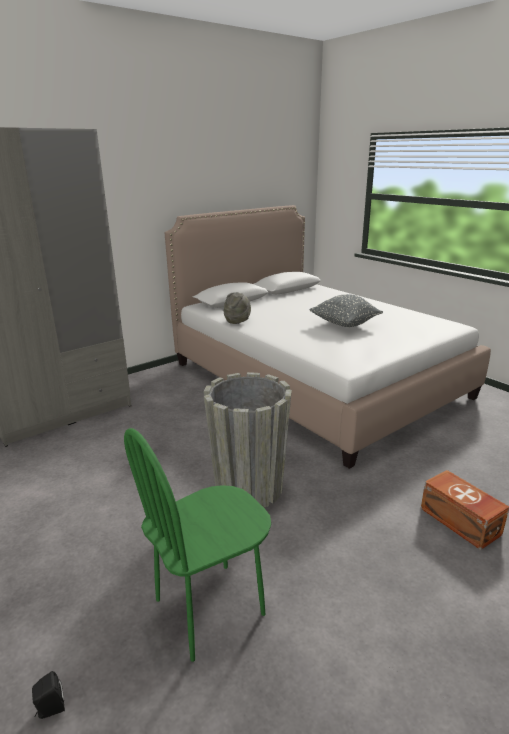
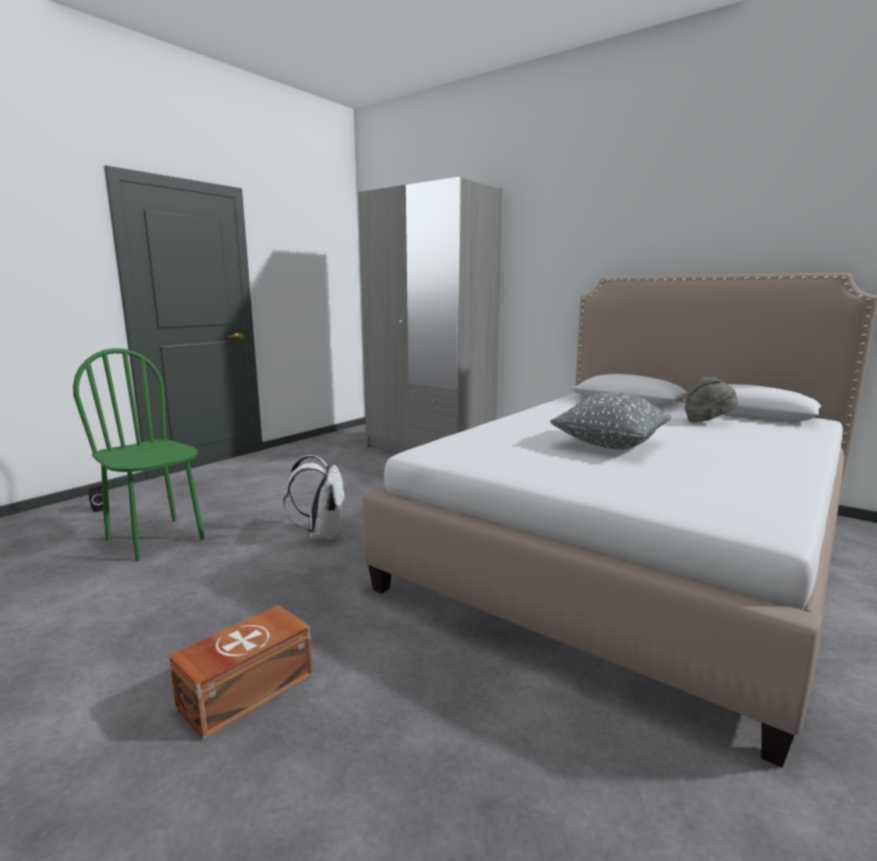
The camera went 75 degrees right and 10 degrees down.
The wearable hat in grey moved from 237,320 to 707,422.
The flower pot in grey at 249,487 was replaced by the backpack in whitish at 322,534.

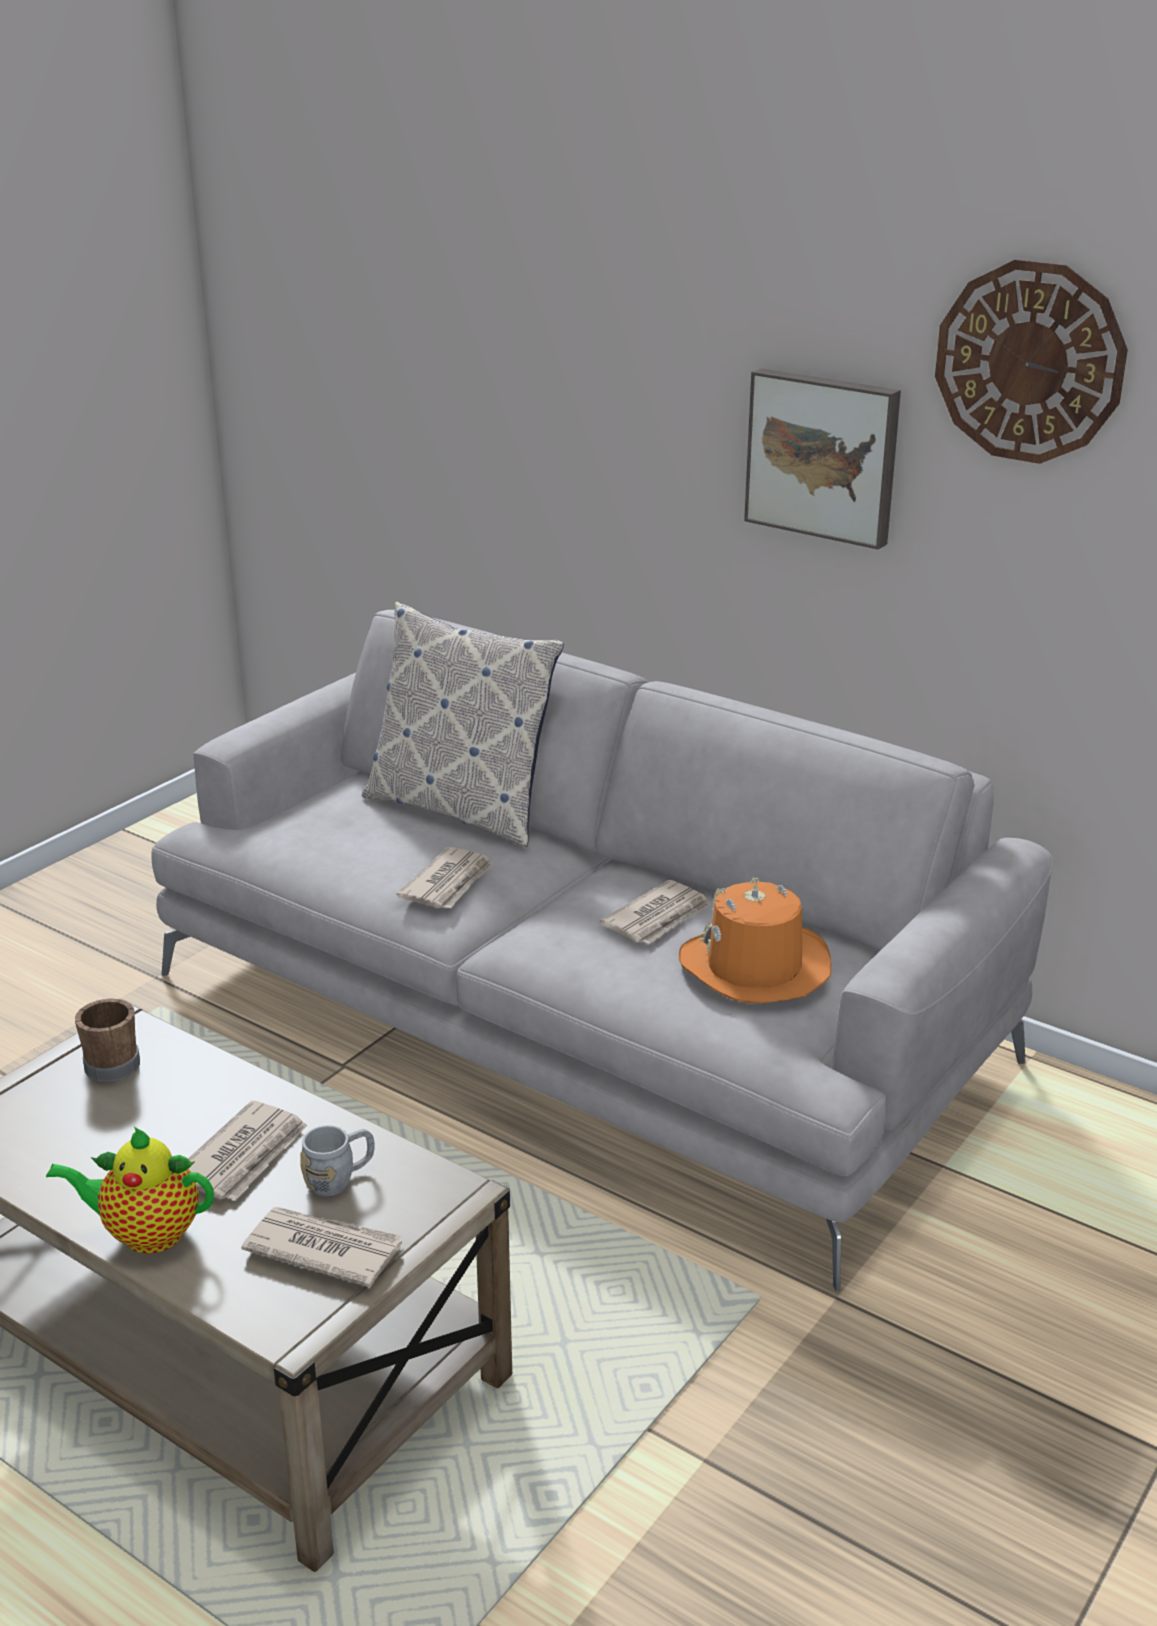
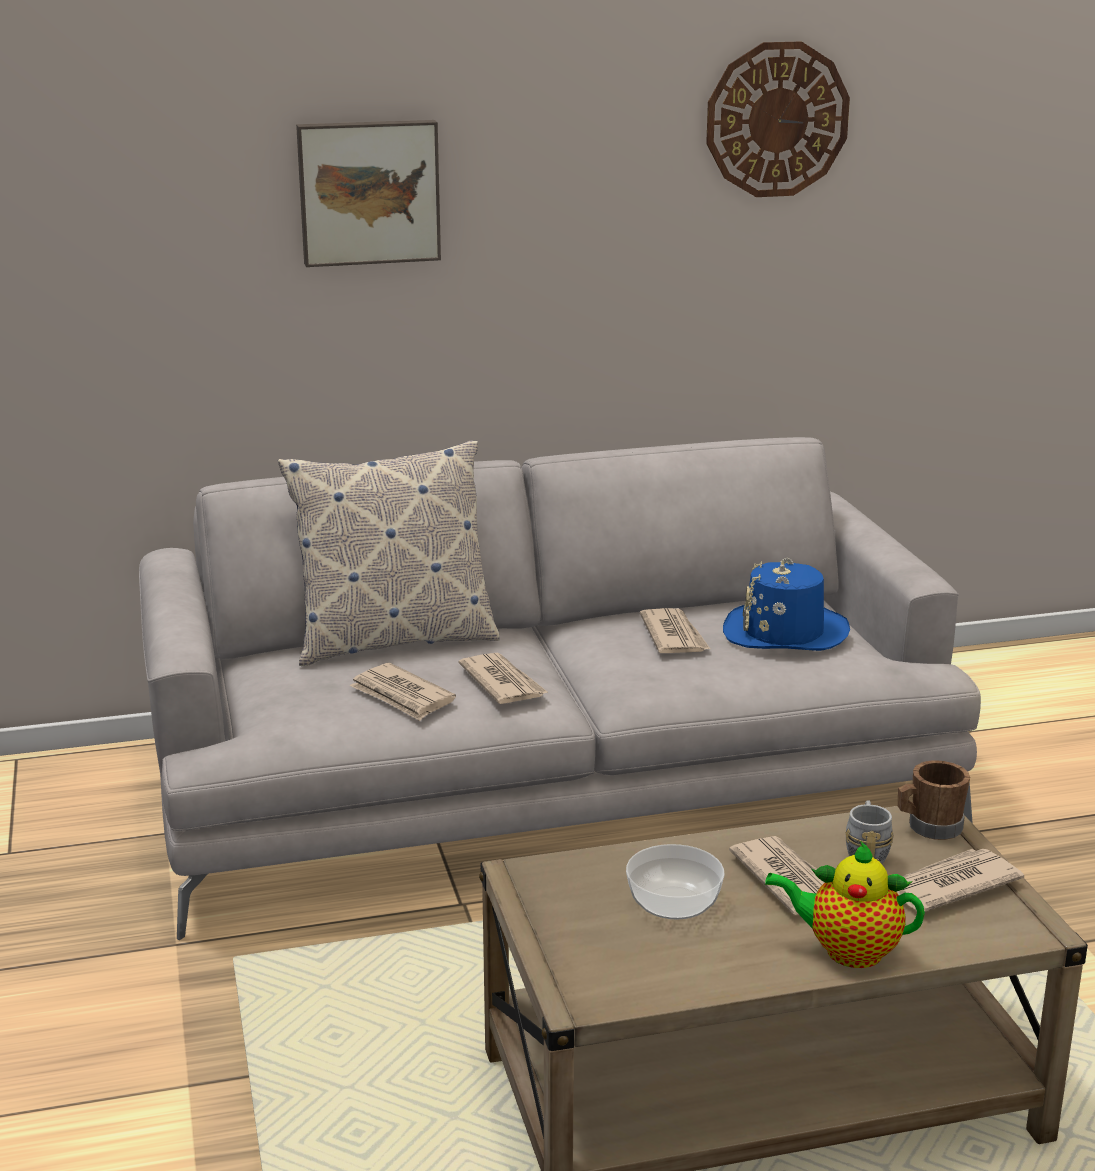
The camera went 50 degrees left and 5 degrees down.
The wall picture moved from 824,456 to 368,192.
The wearable hat in orange at 754,967 became the wearable hat in blue-coloured at 784,632.
The coffee mug in brown moved from 108,1063 to 929,827.
The pot for tea at 146,1234 turned 60 degrees clockwise.
The newspaper at 402,696 appeared.
The deep dish at 672,903 appeared.

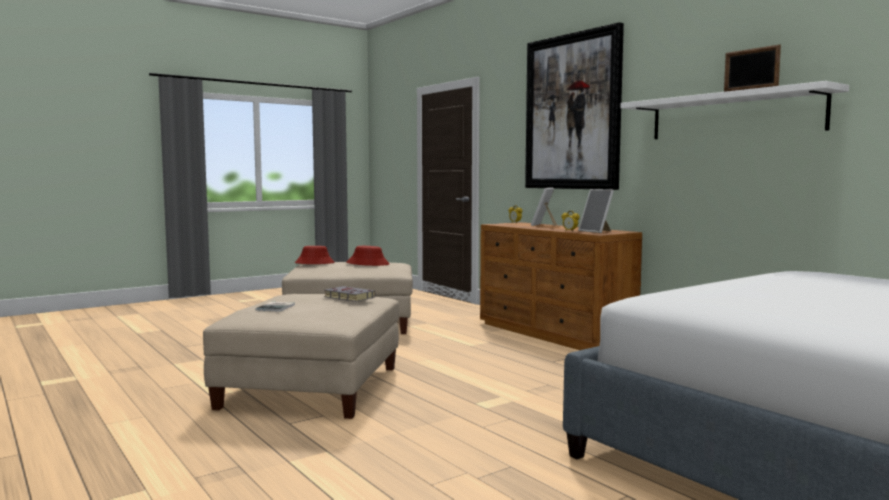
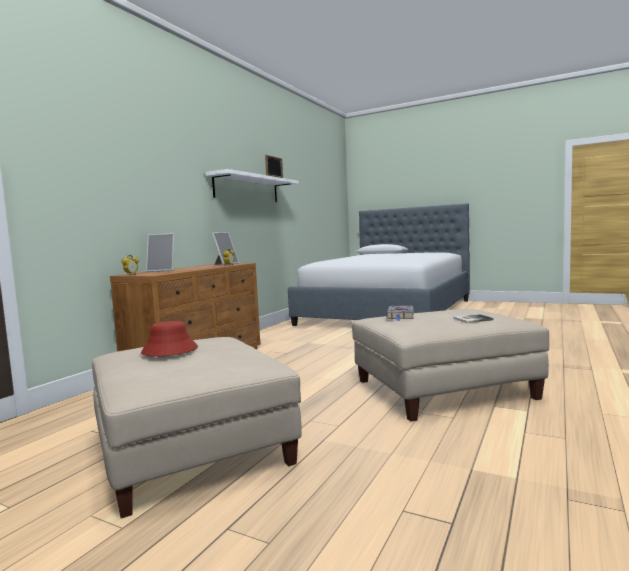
The camera went 115 degrees left and 0 degrees up.
The wall picture at 572,112 disappeared.
The wearable hat in red-coloured at 314,263 disappeared.

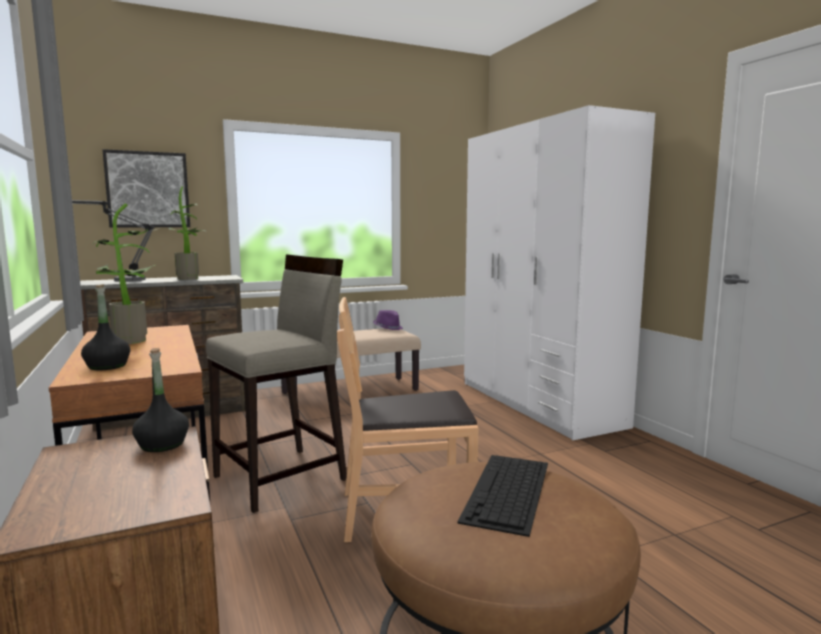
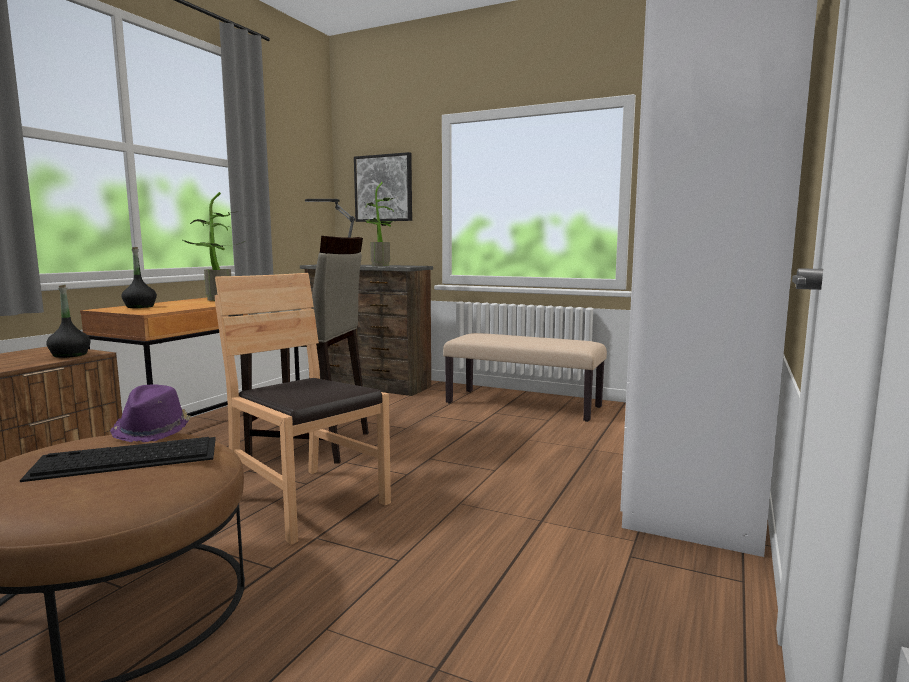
The camera went 50 degrees right and 0 degrees up.
The wearable hat in purple-coloured moved from 388,328 to 153,430.

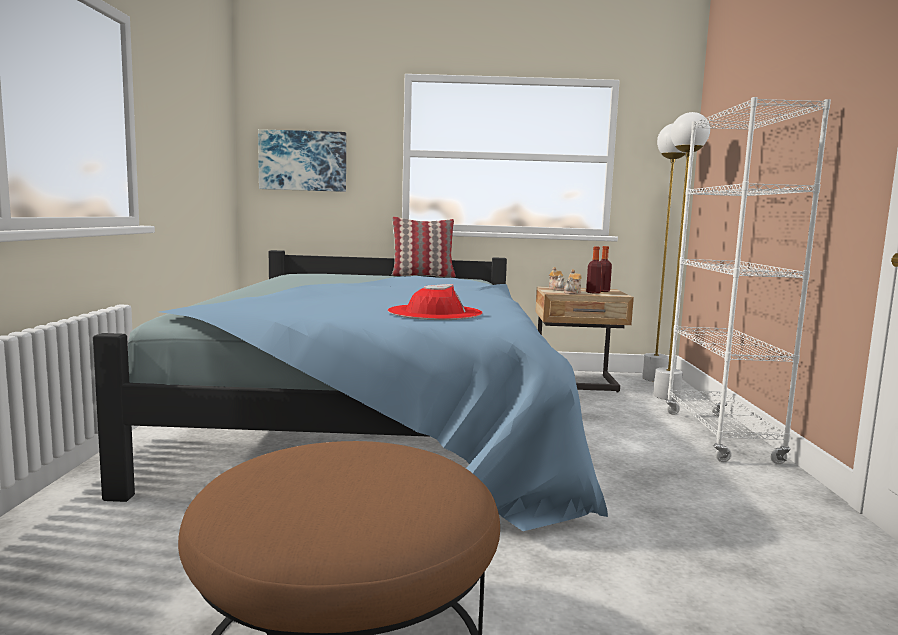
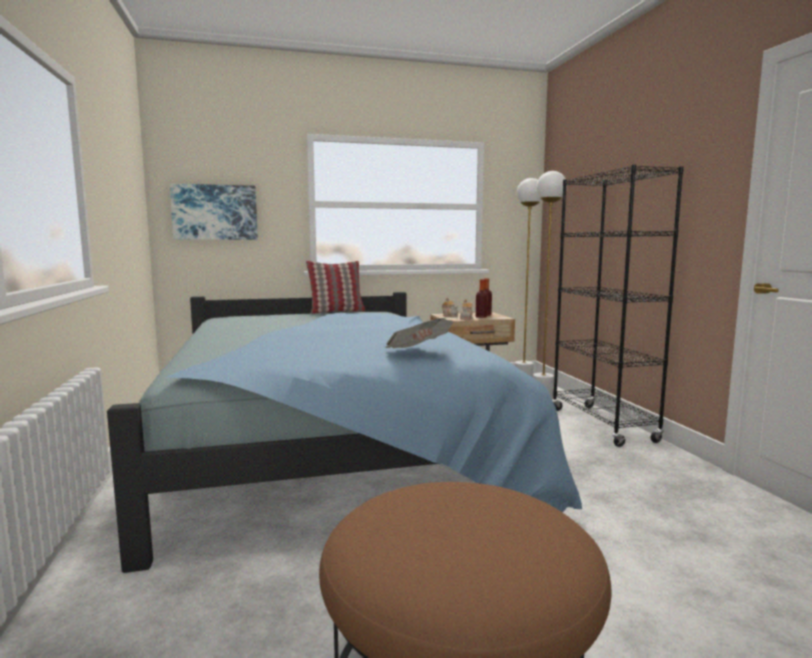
The camera went 15 degrees left and 0 degrees up.
The shelving unit in whitish at 720,436 became the shelving unit in black at 602,425.
The wearable hat in red-coloured at 434,313 was replaced by the newspaper at 418,353.

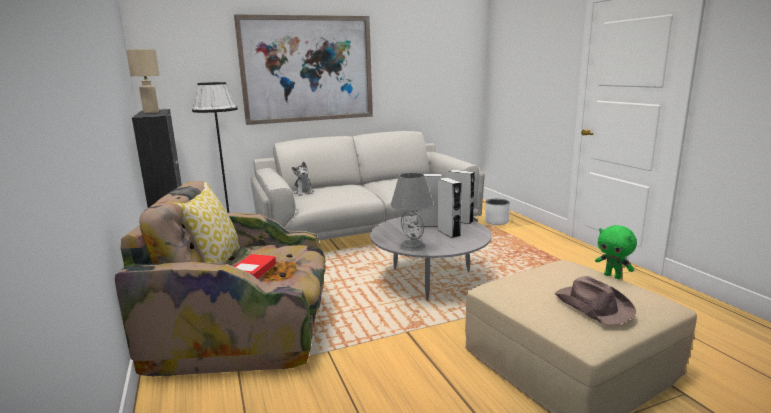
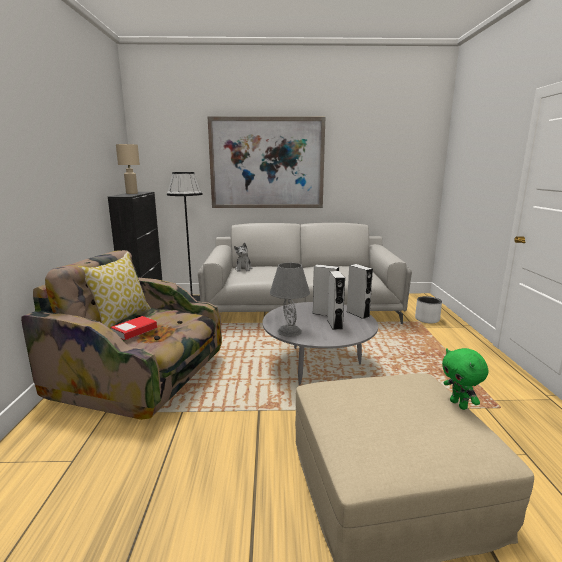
The camera went 20 degrees right and 0 degrees up.
The wearable hat in brown at 592,305 disappeared.

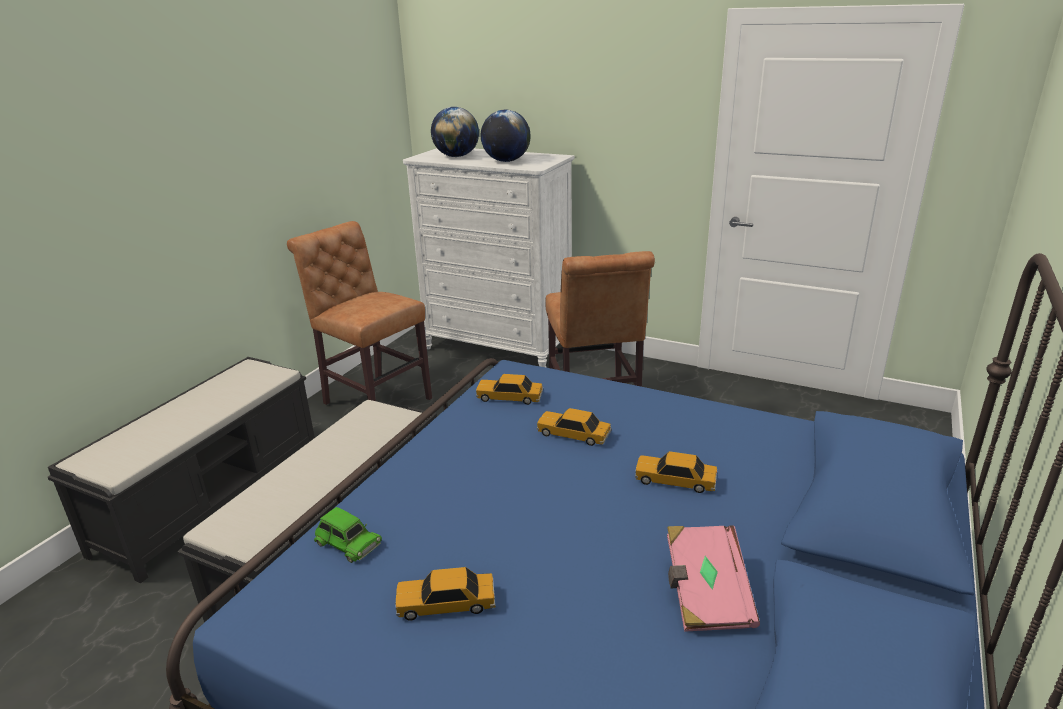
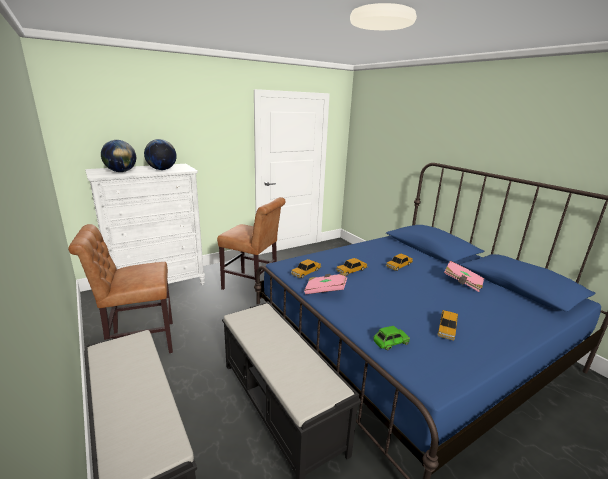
The camera went 60 degrees left and 5 degrees down.
The bound book in pink at 325,291 appeared.

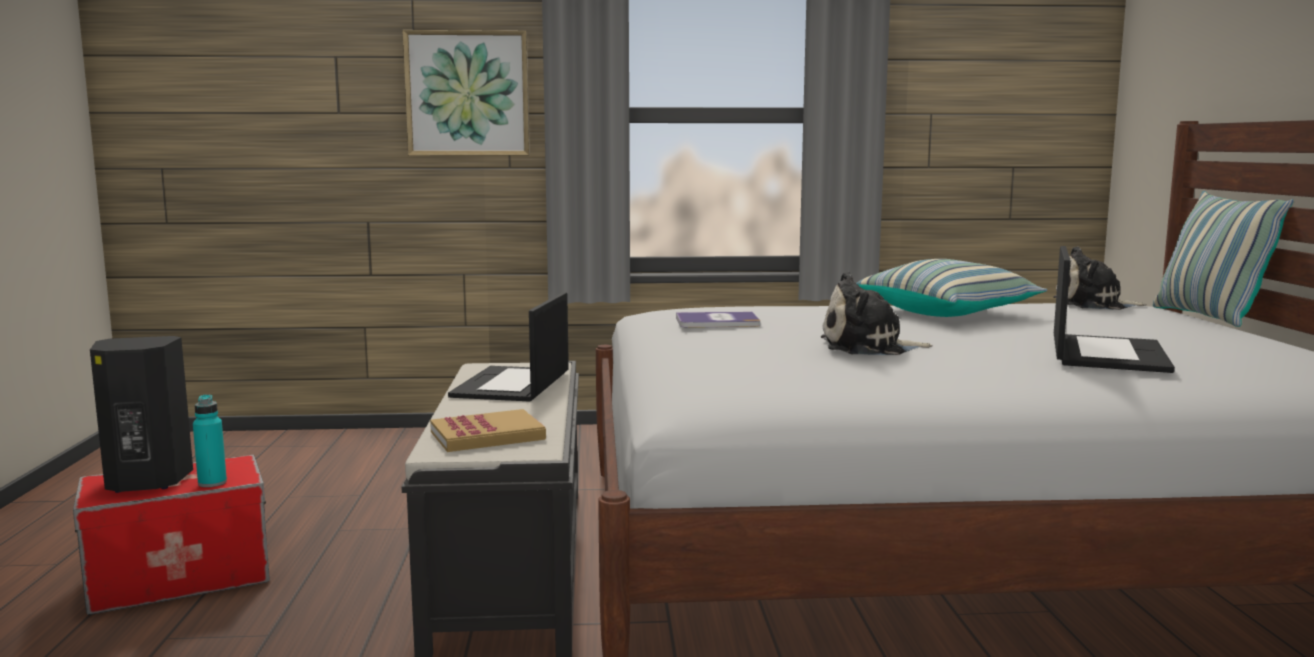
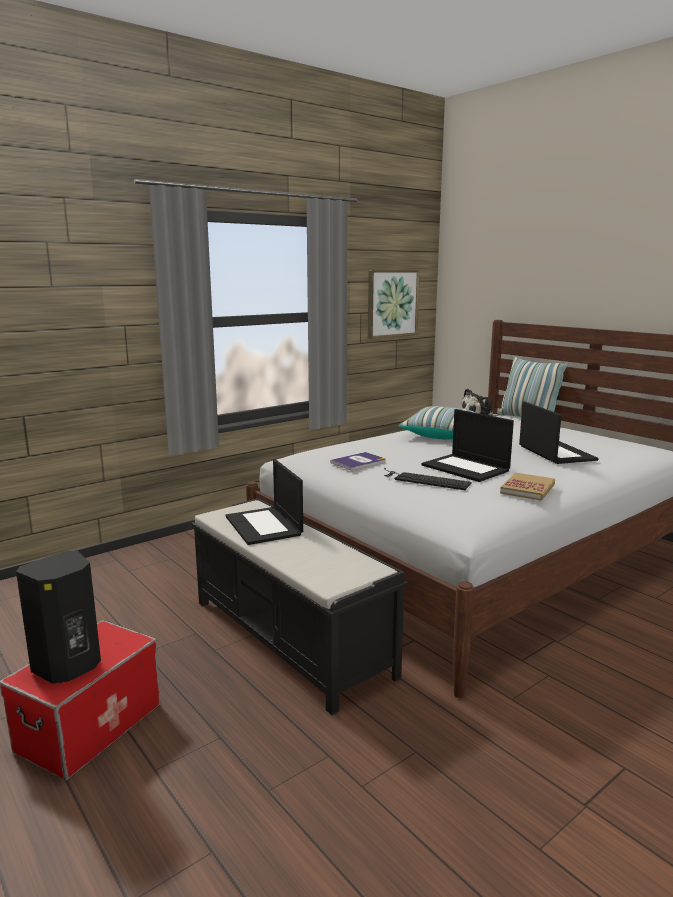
The camera went 35 degrees left and 5 degrees up.
The wall picture moved from 467,94 to 392,303.
The plush toy at 868,347 was replaced by the portable computer at 466,468.
The drink bottle in turquoise-coloured at 212,483 disappeared.
The bound book moved from 487,435 to 527,489.
The PC keyboard at 424,480 appeared.

